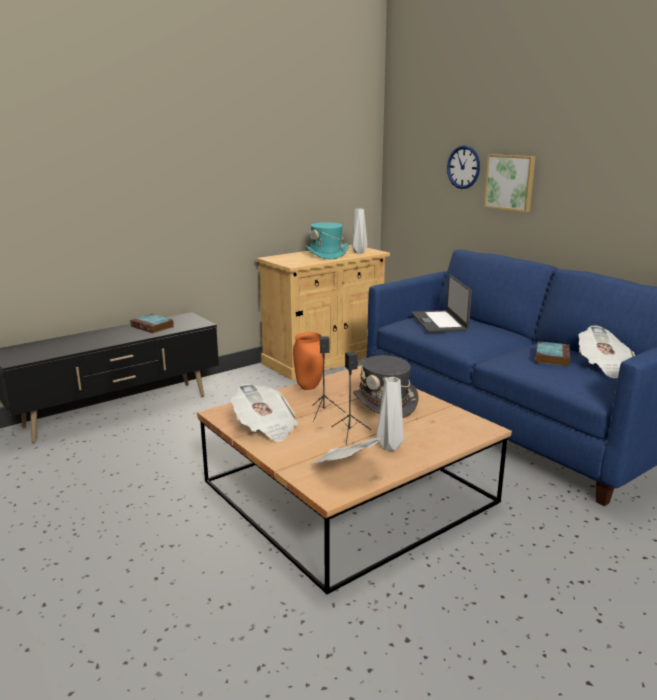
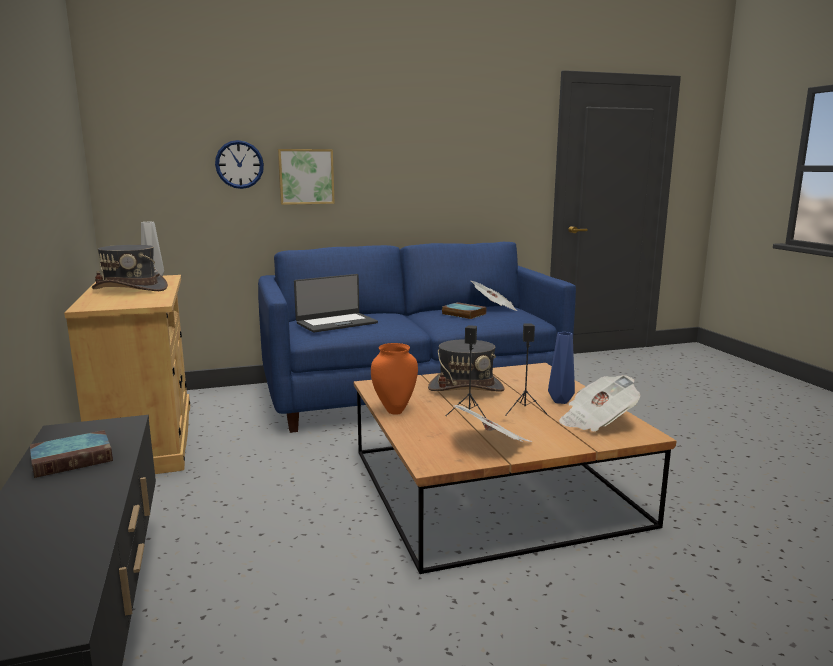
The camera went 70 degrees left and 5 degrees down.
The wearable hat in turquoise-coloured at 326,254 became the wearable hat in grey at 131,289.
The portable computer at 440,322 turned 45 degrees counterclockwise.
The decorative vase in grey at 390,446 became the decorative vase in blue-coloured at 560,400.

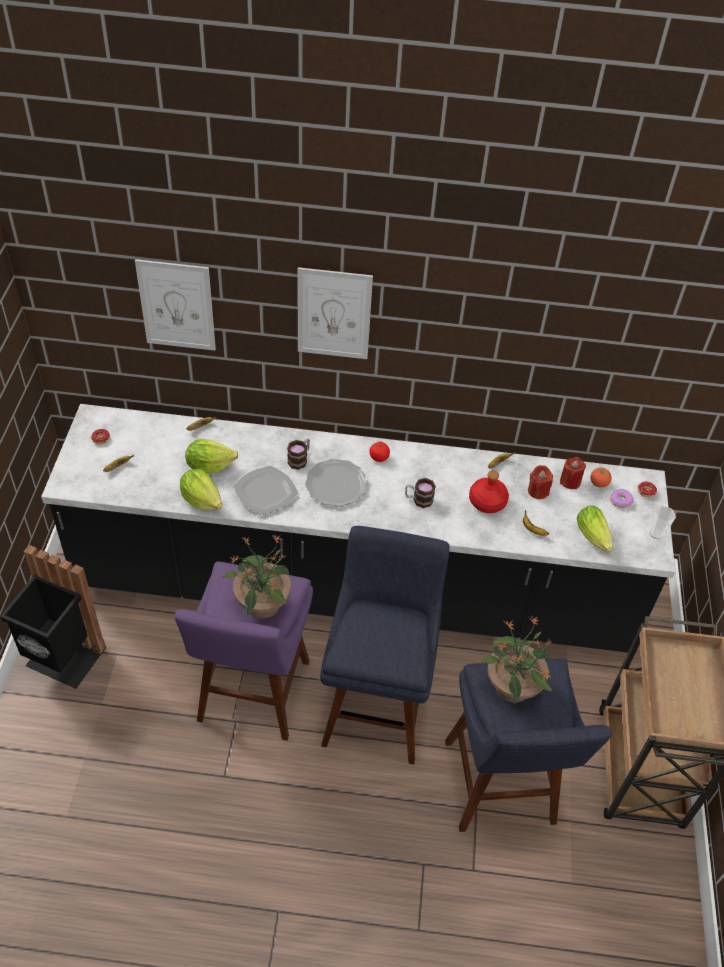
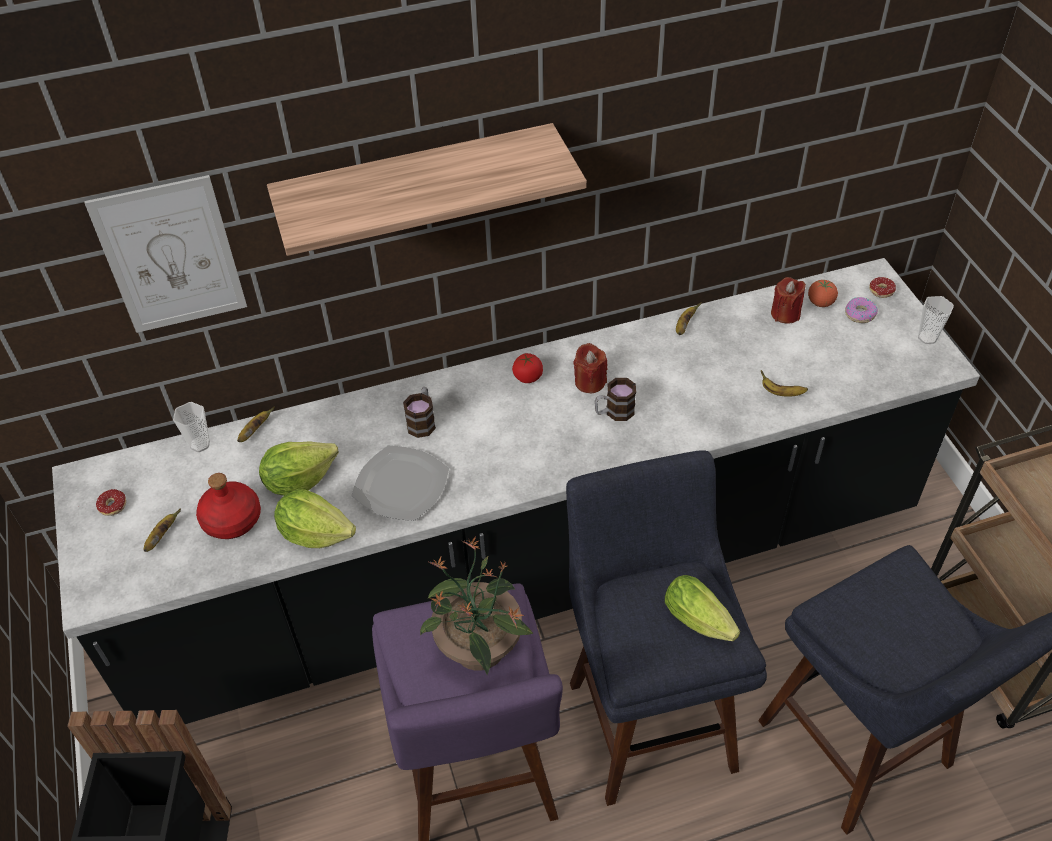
The camera went 20 degrees left and 0 degrees up.
The wall picture at 334,314 was replaced by the bracket shelf at 417,187.
The plate at 336,485 disappeared.
The wax light in red-coloured moved from 538,491 to 590,382.
The drink bottle in red-coloured moved from 487,502 to 232,520.
The lettuce moved from 594,537 to 701,622.
The houseplant at 512,688 disappeared.
The small cup at 200,444 appeared.

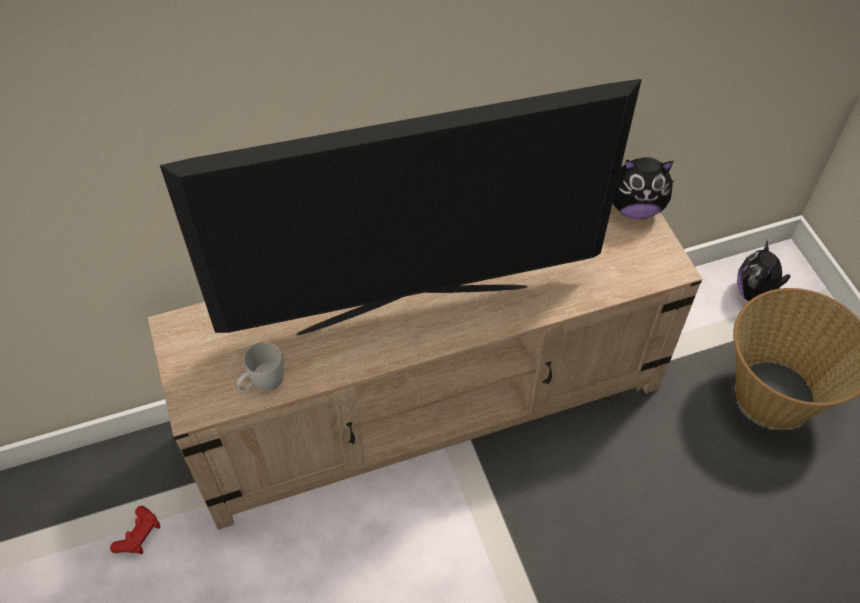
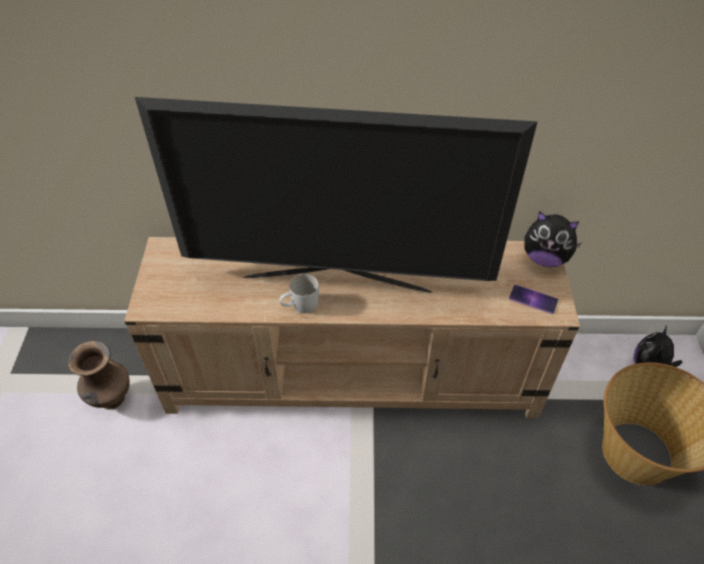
The camera went 20 degrees right and 5 degrees down.
The coffee mug in whitish moved from 262,382 to 300,306.
The joypad in red-coloured at 139,536 was replaced by the decorative vase in brown at 112,400.
The phone at 533,299 appeared.

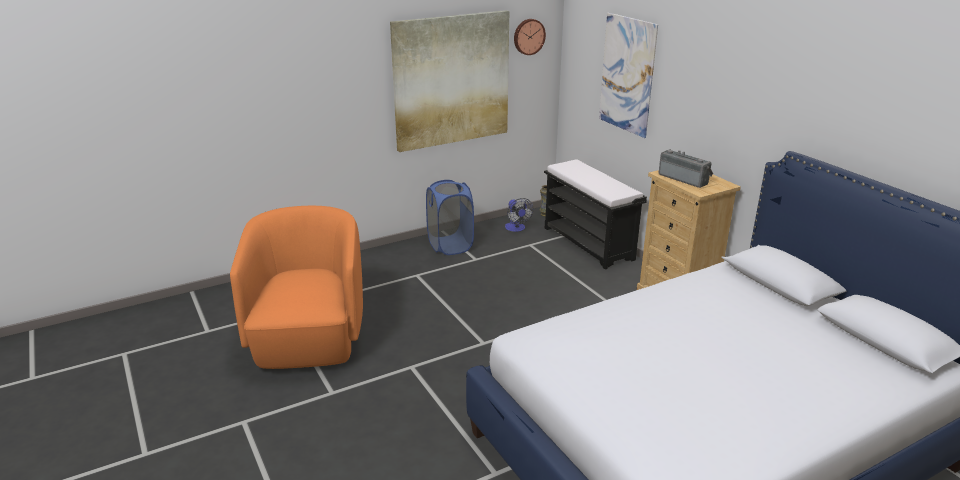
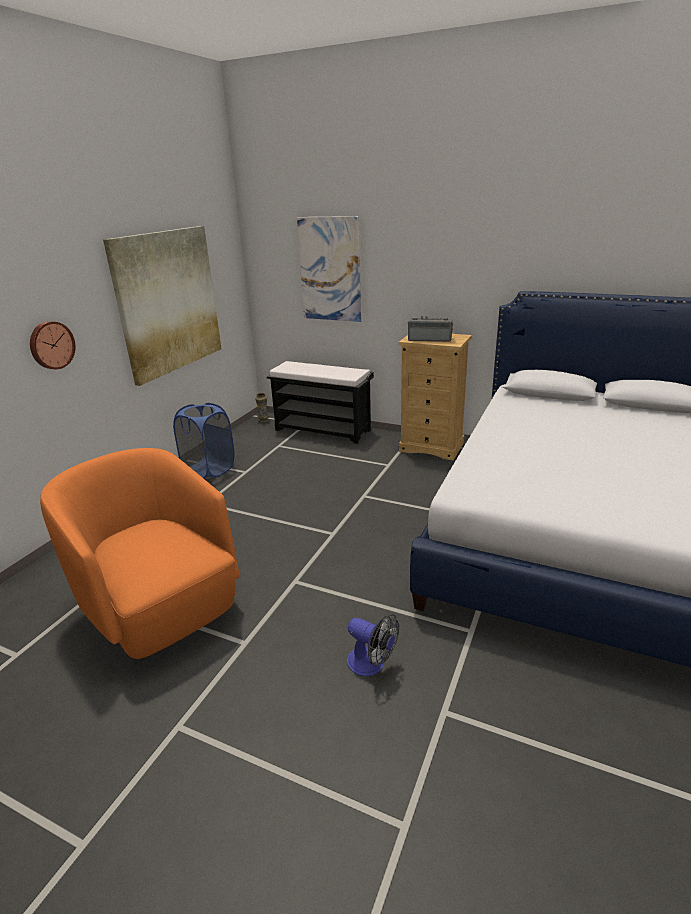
The camera went 35 degrees left and 0 degrees up.
The wall clock moved from 528,36 to 51,345.
The fan moved from 516,228 to 372,664.

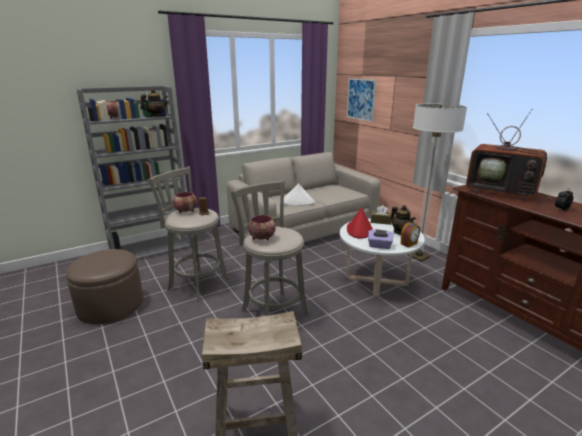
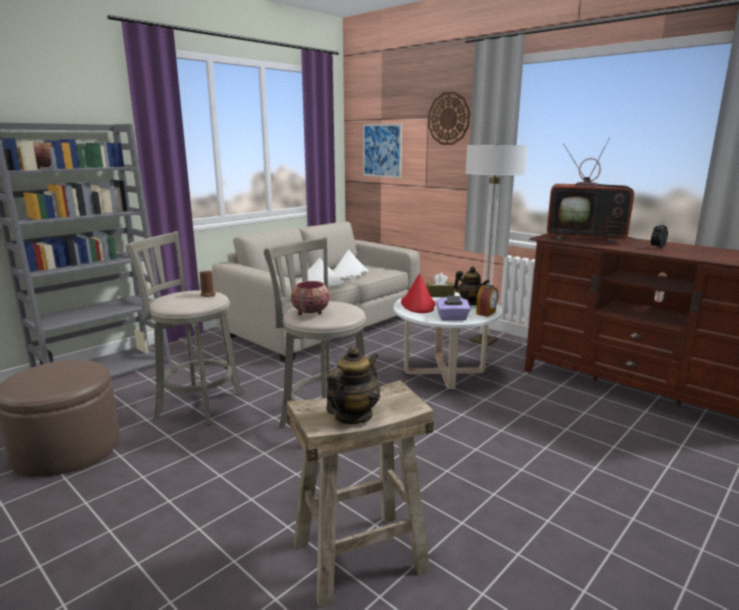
The camera went 15 degrees left and 5 degrees down.
The pot for tea moved from 156,116 to 353,416.
The deep dish at 186,211 disappeared.
The wall clock at 449,118 appeared.
The wearable hat in whitish at 349,274 appeared.

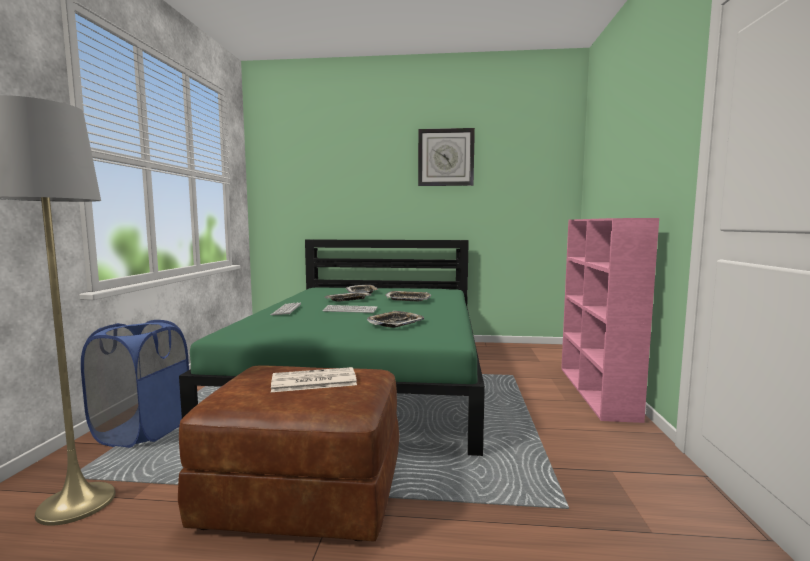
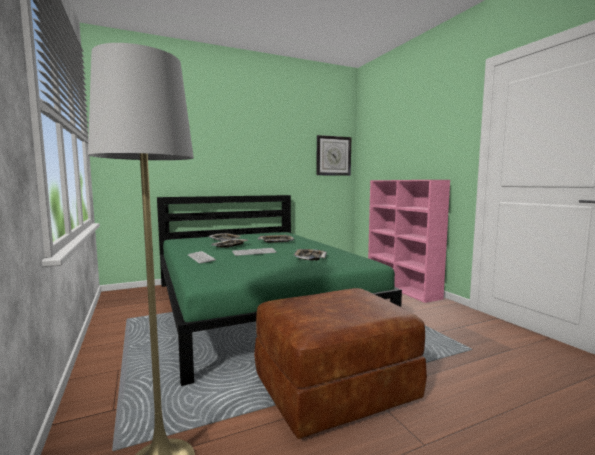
The camera went 30 degrees left and 0 degrees up.
The wall clock moved from 446,157 to 333,156.
The washing basket in blue-coloured at 143,431 disappeared.
The newspaper at 312,381 disappeared.

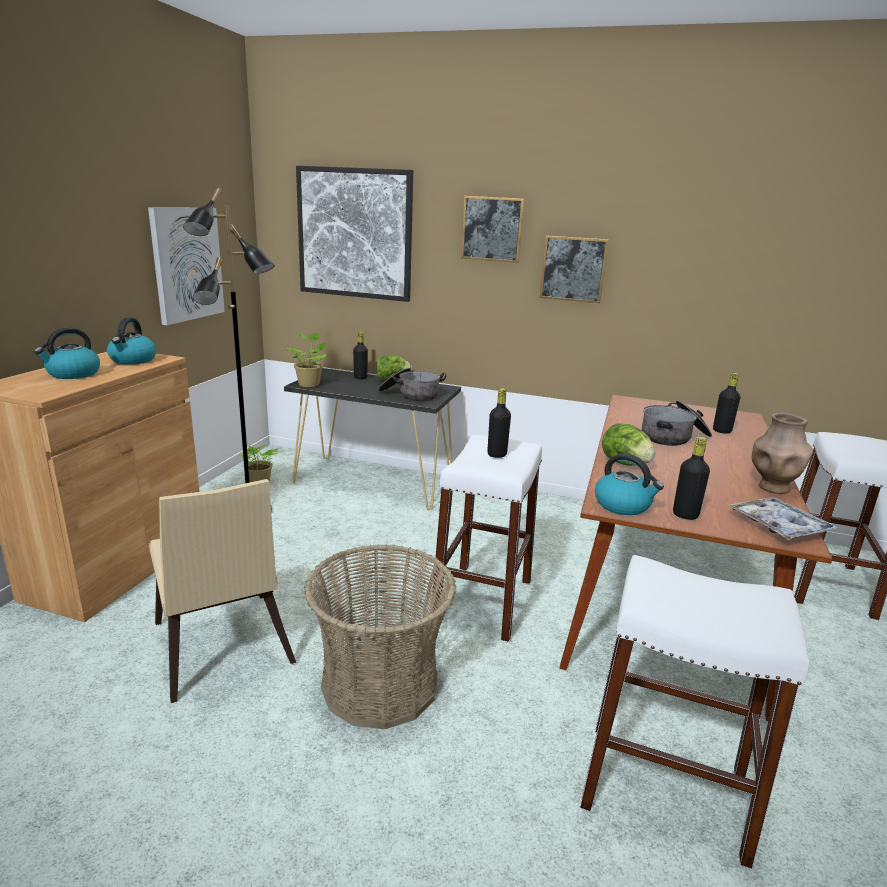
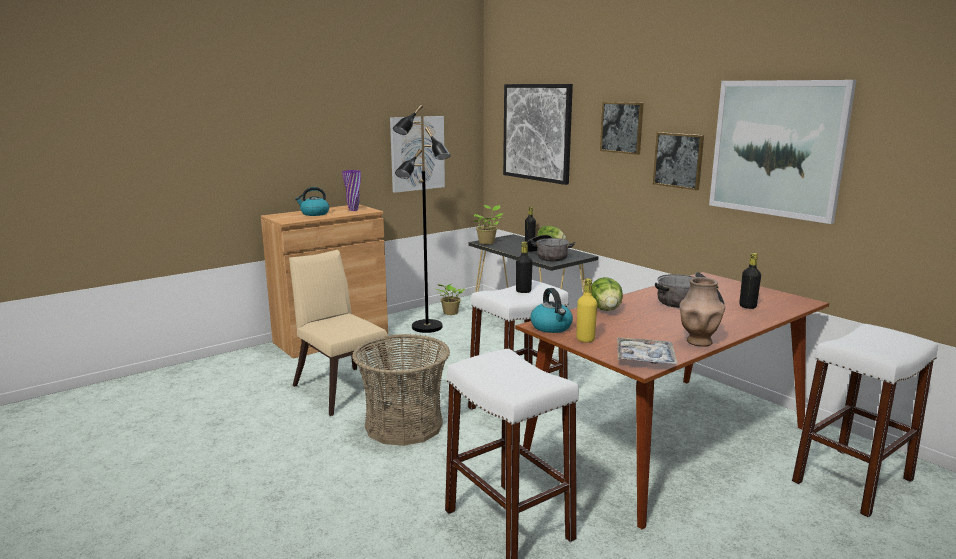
The camera went 35 degrees right and 5 degrees down.
The tea kettle at 133,360 was replaced by the decorative vase in purple-coloured at 353,210.
The drink bottle in black at 685,515 became the drink bottle in yellow-coloured at 585,339.
The plain chair in beige at 222,650 turned 135 degrees clockwise.
The wall picture at 777,148 appeared.

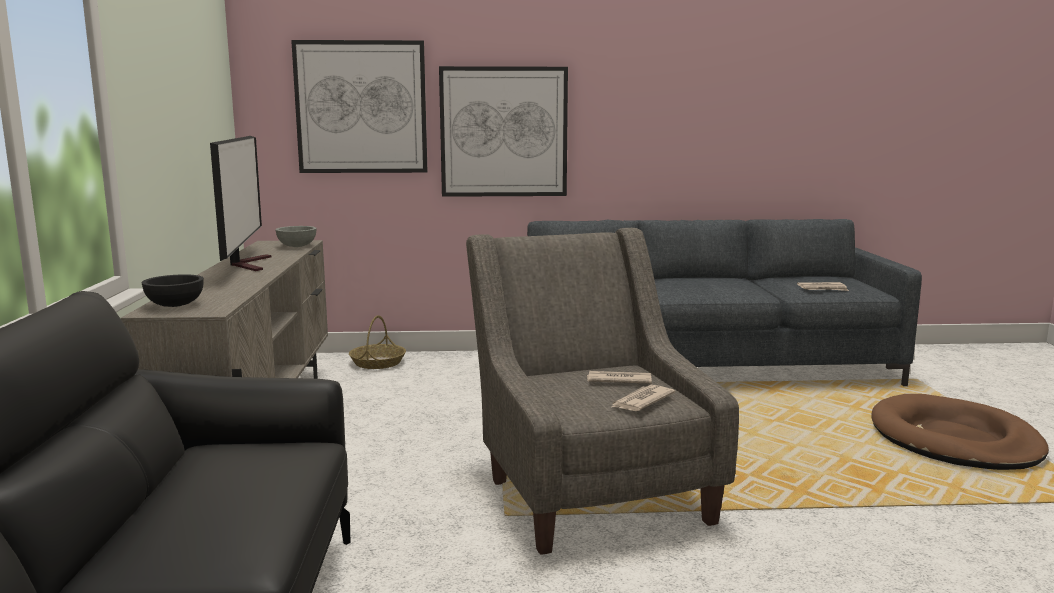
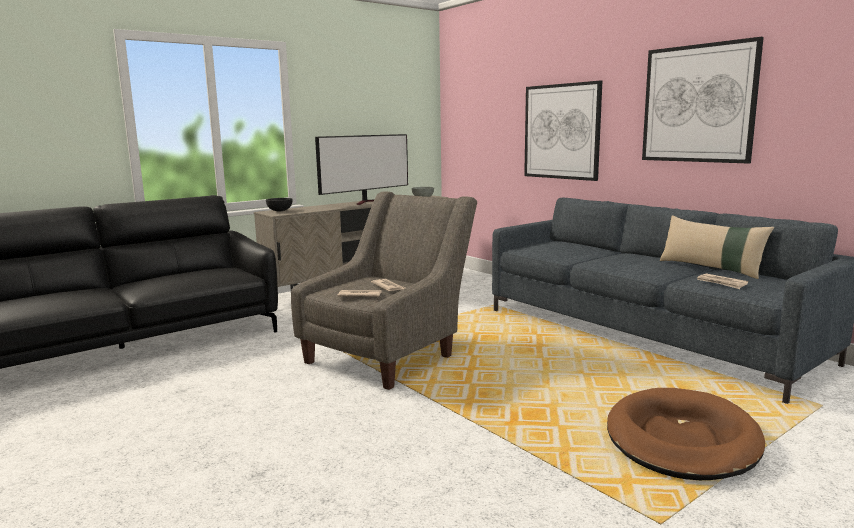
The camera went 55 degrees right and 0 degrees up.
The wall picture moved from 361,107 to 698,104.
The basket at 377,363 disappeared.
The throw pillow in beige at 711,268 appeared.

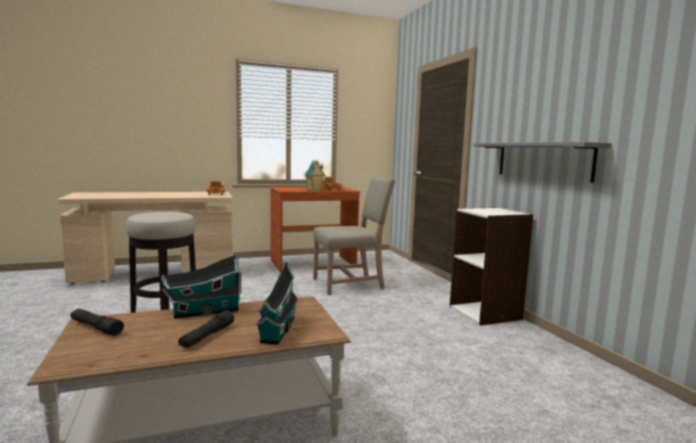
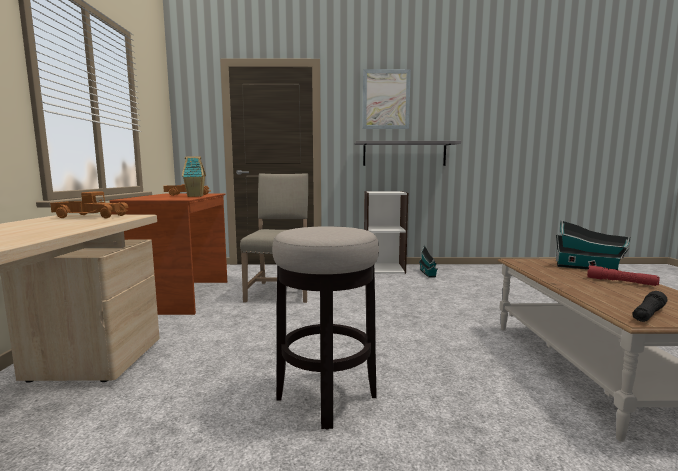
The camera went 70 degrees left and 0 degrees up.
The miniature house moved from 203,312 to 428,273.
The flashlight in black at 207,336 became the flashlight in red-coloured at 621,282.
The wall picture at 386,99 appeared.

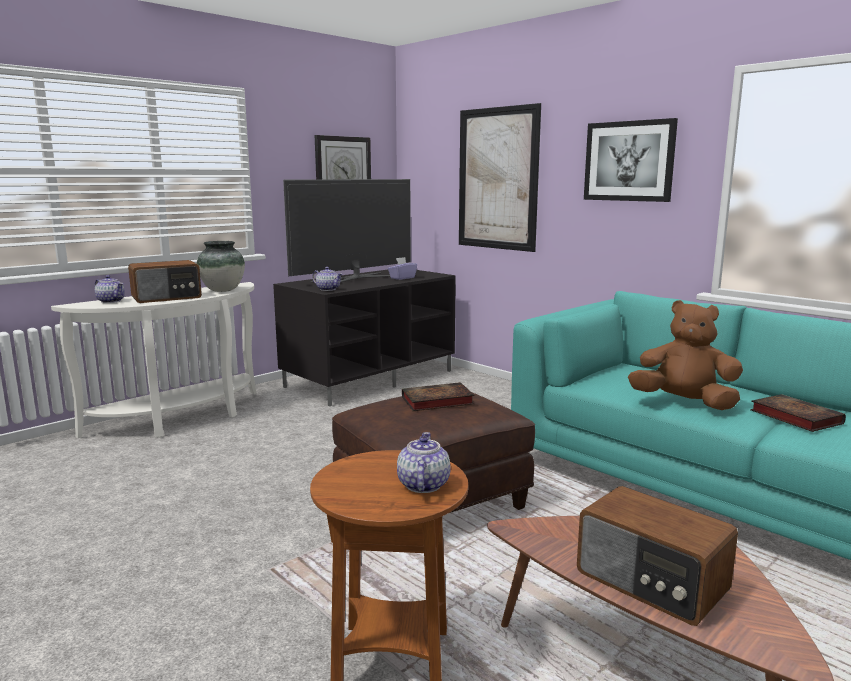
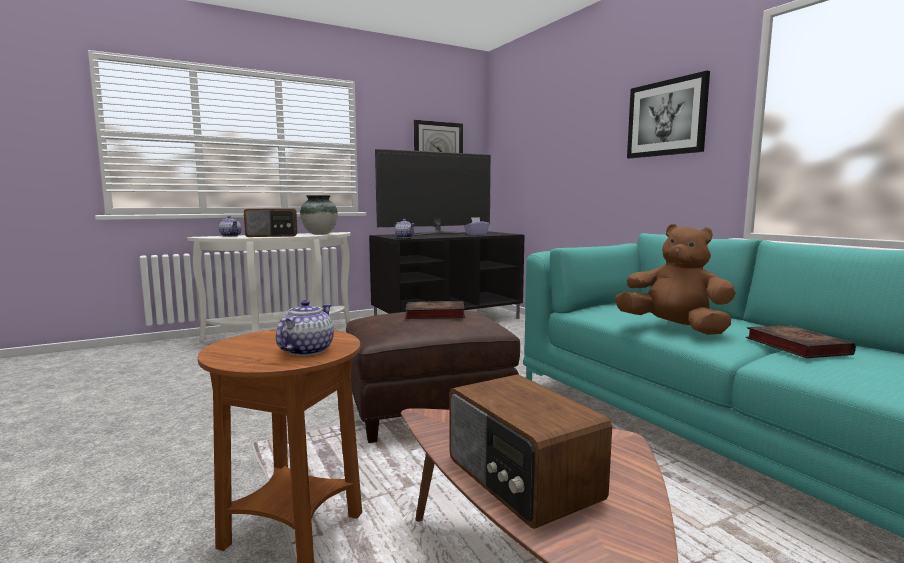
The camera went 15 degrees right and 5 degrees down.
The wall picture at 497,179 disappeared.

